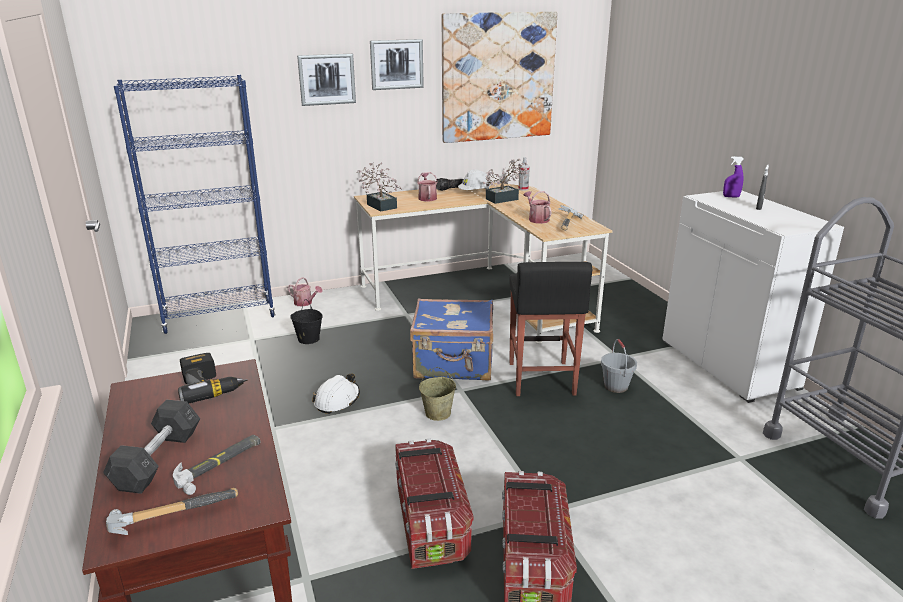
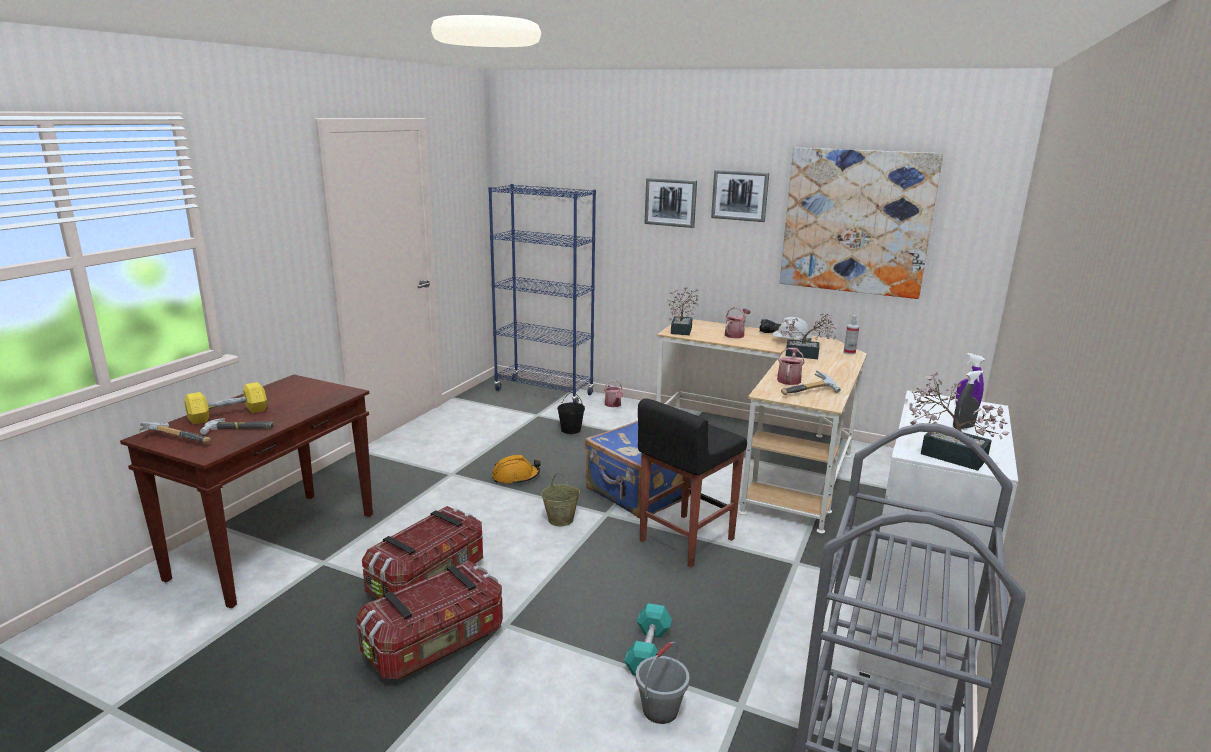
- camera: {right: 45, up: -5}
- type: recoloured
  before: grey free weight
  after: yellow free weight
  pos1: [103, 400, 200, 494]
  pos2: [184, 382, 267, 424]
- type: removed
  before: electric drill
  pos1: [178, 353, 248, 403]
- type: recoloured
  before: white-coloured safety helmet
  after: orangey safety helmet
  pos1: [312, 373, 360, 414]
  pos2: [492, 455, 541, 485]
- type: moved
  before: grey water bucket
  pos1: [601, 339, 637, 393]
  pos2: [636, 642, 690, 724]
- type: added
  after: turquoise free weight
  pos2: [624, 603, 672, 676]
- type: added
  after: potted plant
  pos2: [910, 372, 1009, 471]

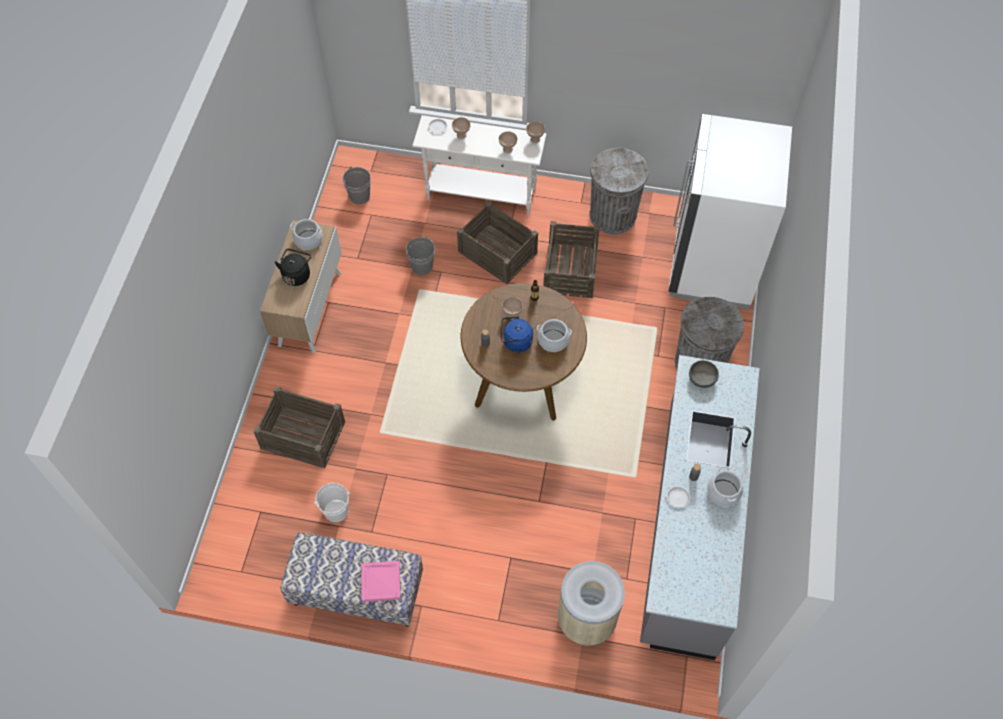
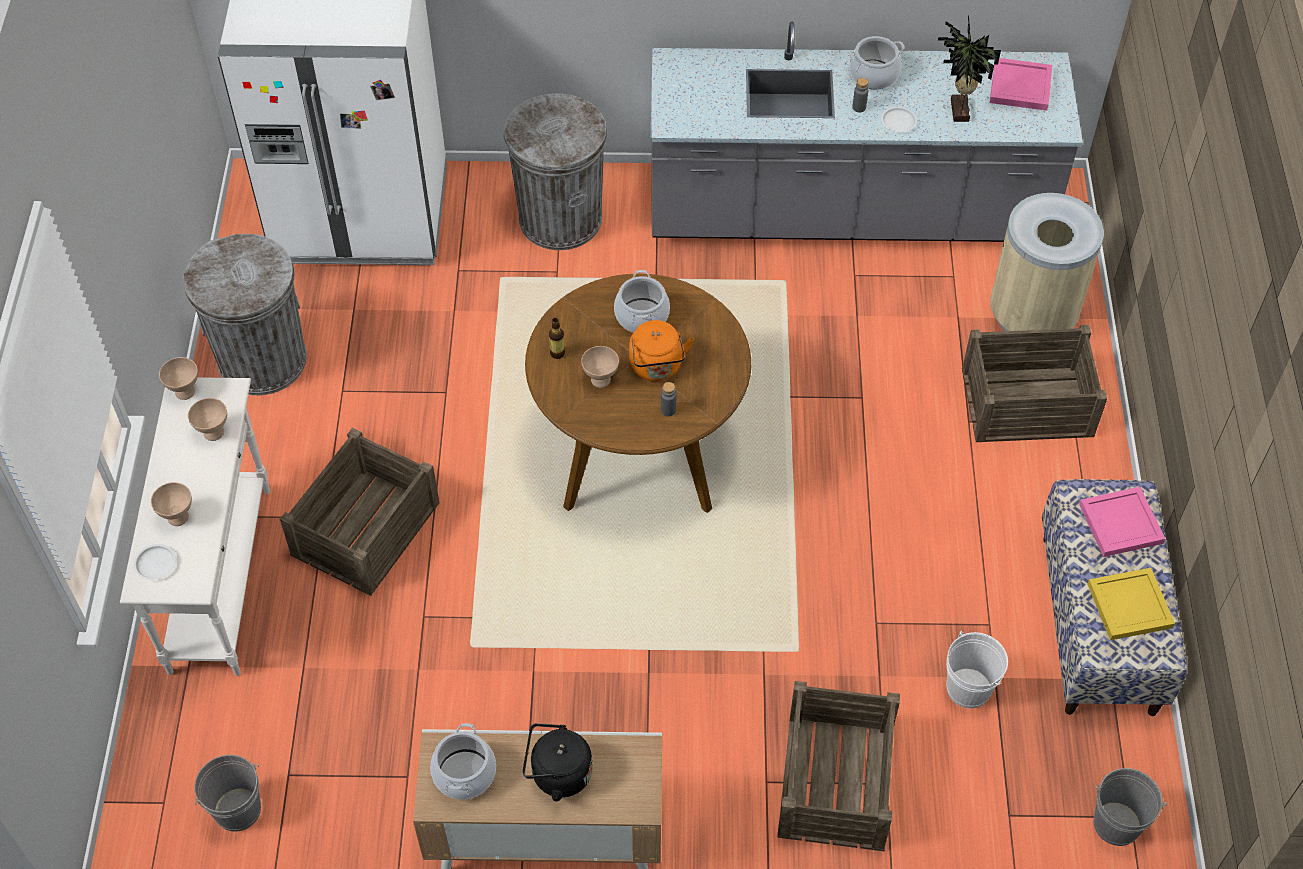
- camera: {right: -100, up: -5}
- type: moved
  before: grey water bucket
  pos1: [406, 237, 435, 275]
  pos2: [1094, 768, 1167, 846]
- type: recoloured
  before: blue kettle
  after: orangey kettle
  pos1: [501, 317, 533, 353]
  pos2: [629, 320, 694, 381]
- type: moved
  before: packing crate
  pos1: [543, 221, 600, 298]
  pos2: [962, 325, 1107, 442]
- type: removed
  before: grey deep dish
  pos1: [689, 360, 719, 388]
- type: added
  after: potted plant
  pos2: [938, 15, 1001, 122]
- type: added
  after: pink tray
  pos2: [990, 58, 1052, 111]
- type: added
  after: yellow tray
  pos2: [1087, 568, 1175, 640]

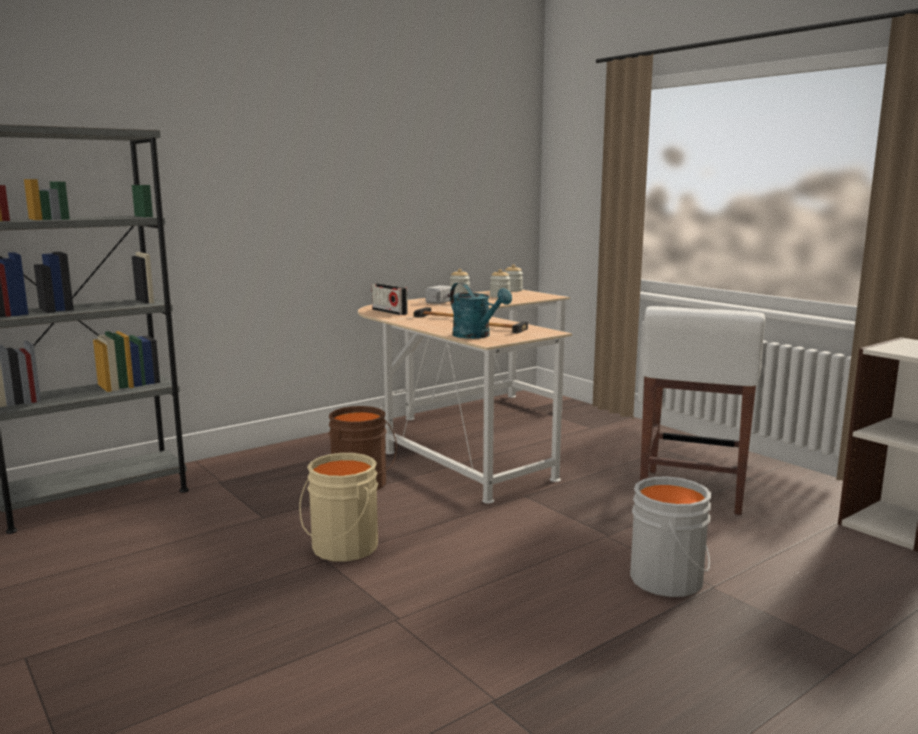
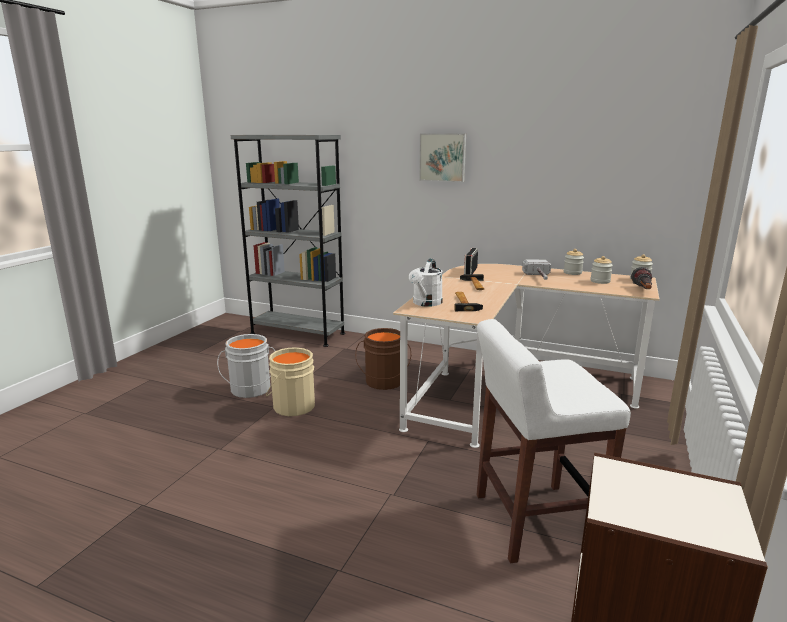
- camera: {right: 60, up: 5}
- type: recoloured
  before: turquoise watering can
  after: white-coloured watering can
  pos1: [450, 282, 512, 339]
  pos2: [409, 259, 443, 306]
- type: moved
  before: grey water bucket
  pos1: [630, 476, 711, 597]
  pos2: [217, 334, 275, 398]
- type: added
  after: wall picture
  pos2: [419, 133, 466, 182]
- type: added
  after: flashlight
  pos2: [631, 267, 652, 289]

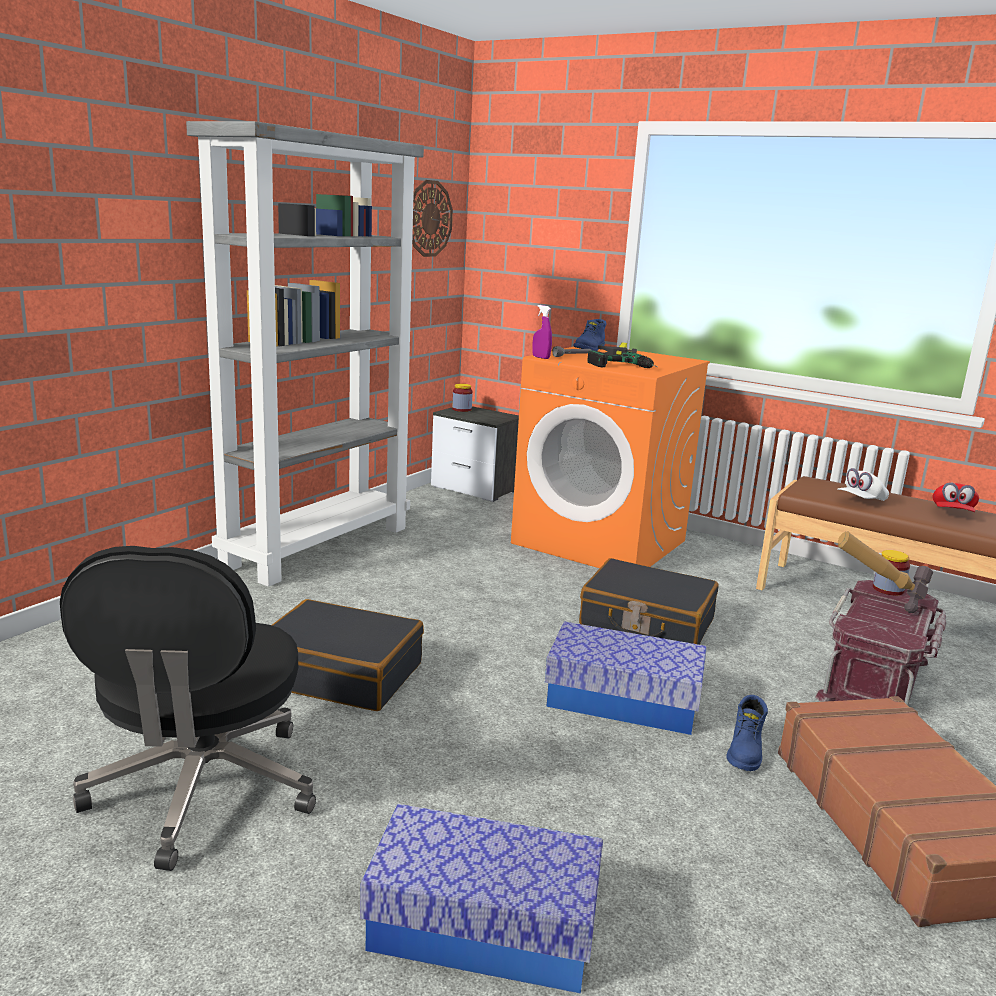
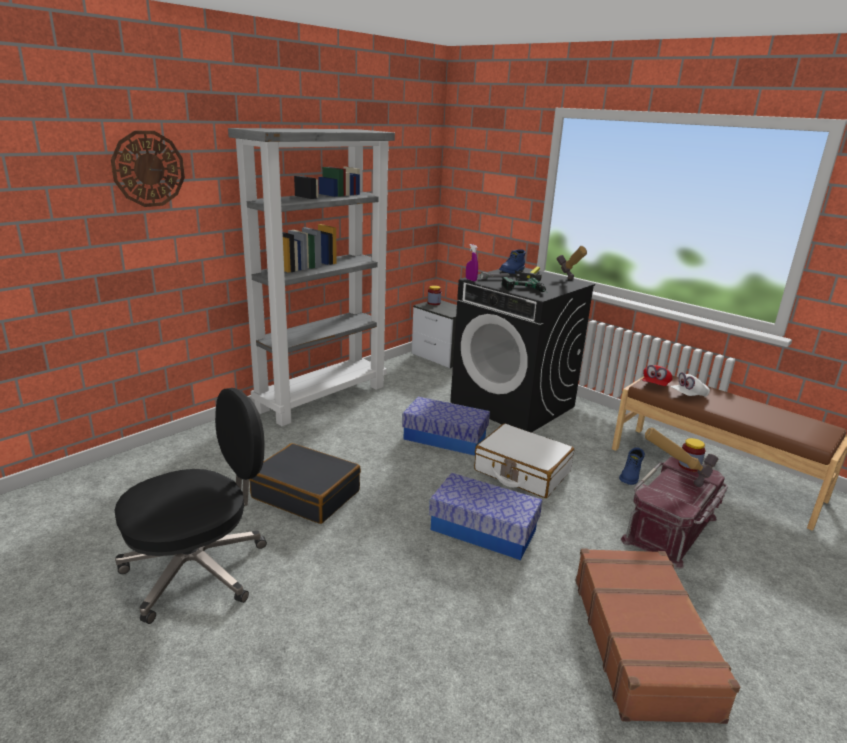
- camera: {right: 10, up: 5}
- type: turned
  before: black computer chair
  pos1: [60, 546, 316, 871]
  pos2: [115, 388, 267, 624]
  turn: -135
- type: moved
  before: storage container
  pos1: [360, 804, 603, 994]
  pos2: [402, 397, 490, 456]
- type: moved
  before: clock on the wall
  pos1: [412, 180, 453, 257]
  pos2: [111, 131, 185, 207]
- type: recoloured
  before: orangey laundry appliance
  after: black laundry appliance
  pos1: [511, 347, 710, 568]
  pos2: [450, 268, 595, 433]
- type: recoloured
  before: black travel case
  after: white-coloured travel case
  pos1: [579, 558, 719, 645]
  pos2: [474, 424, 574, 498]
- type: moved
  before: blue boot
  pos1: [726, 695, 768, 771]
  pos2: [619, 447, 645, 485]
- type: moved
  before: red-coloured cap
  pos1: [932, 482, 979, 512]
  pos2: [642, 365, 673, 386]
- type: added
  after: hammer
  pos2: [557, 246, 587, 280]

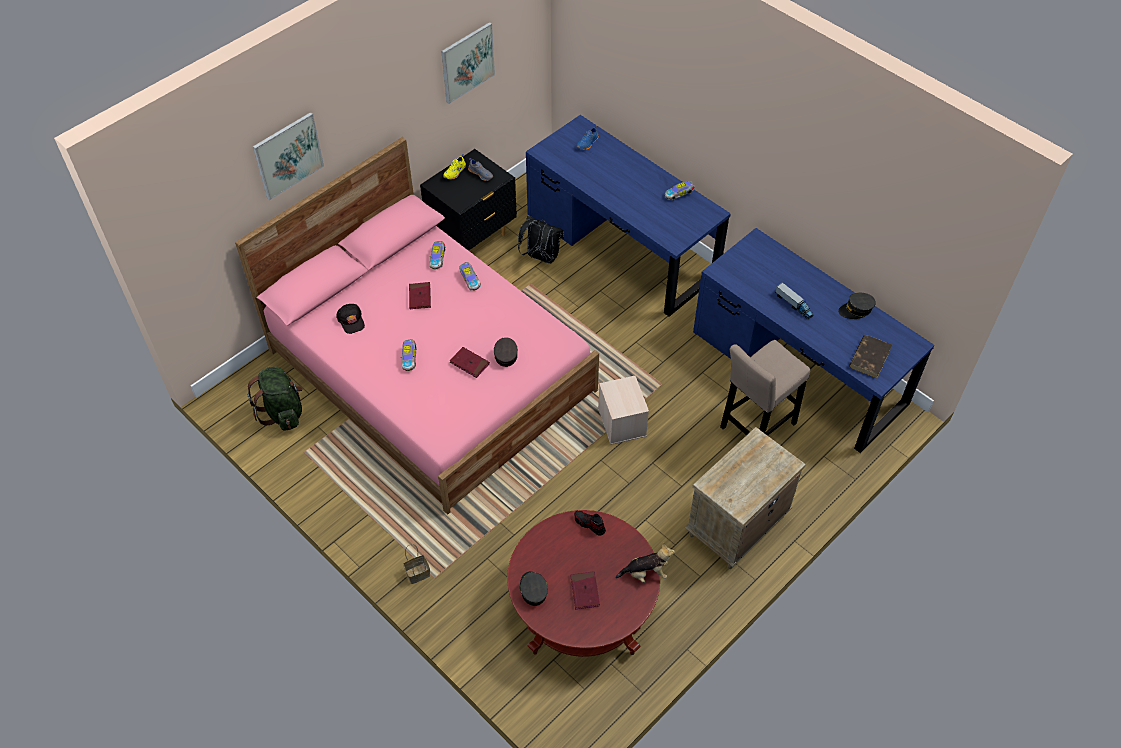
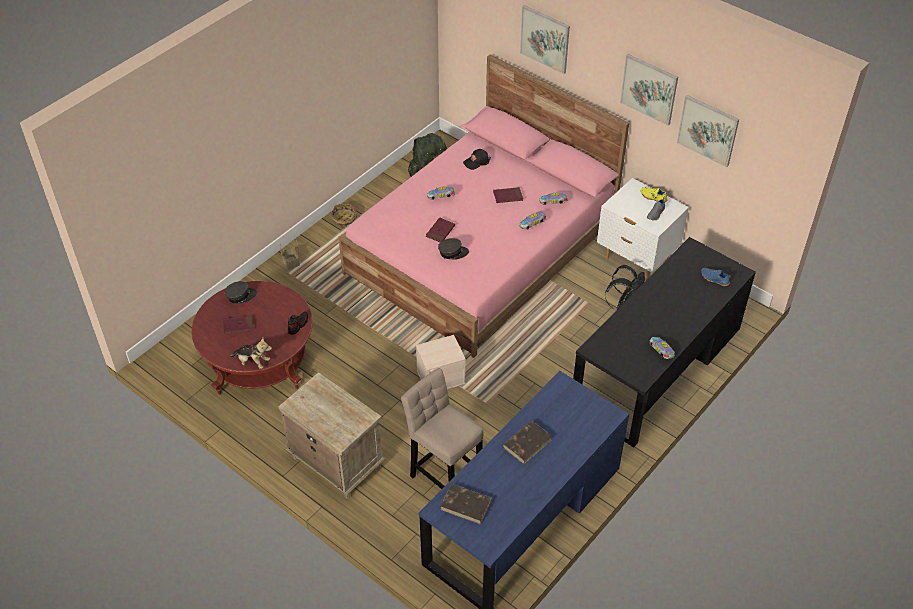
- camera: {right: 85, up: -5}
- type: recoloured
  before: black night table
  after: white-coloured night table
  pos1: [420, 149, 517, 251]
  pos2: [597, 178, 689, 281]
- type: recoloured
  before: blue desk unit
  after: black desk unit
  pos1: [526, 115, 731, 317]
  pos2: [573, 237, 756, 447]
- type: turned
  before: cuddly toy
  pos1: [615, 543, 675, 583]
  pos2: [229, 338, 272, 369]
  turn: -60
- type: replaced
  before: model truck
  after: brown-coloured bound book
  pos1: [775, 282, 814, 319]
  pos2: [502, 421, 552, 464]
- type: removed
  before: grey cap
  pos1: [838, 293, 876, 319]
- type: added
  after: household basket
  pos2: [331, 203, 357, 228]
- type: added
  after: wall picture
  pos2: [620, 54, 678, 126]

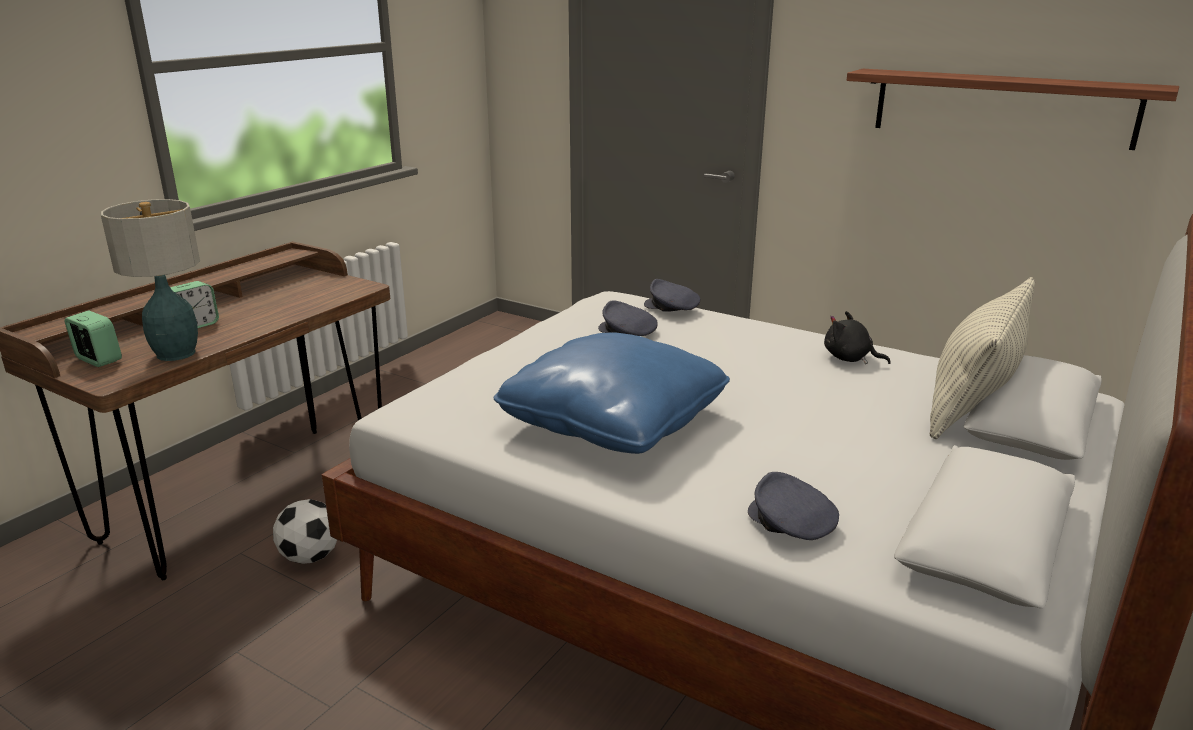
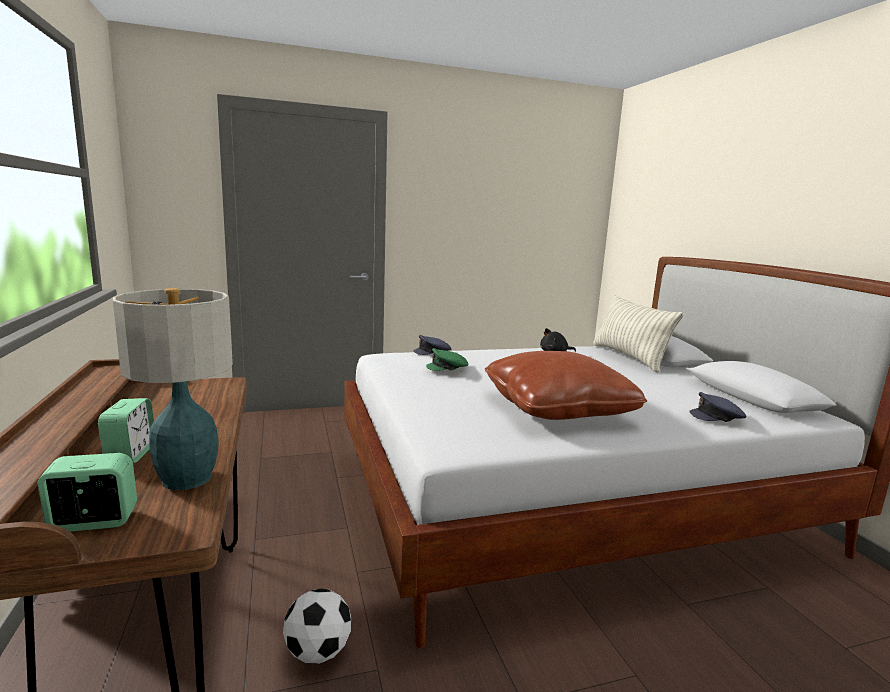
- camera: {right: -50, up: -10}
- type: recoloured
  before: blue cushion
  after: brown-coloured cushion
  pos1: [494, 333, 730, 454]
  pos2: [485, 351, 647, 420]
- type: recoloured
  before: grey cap
  after: greenish cap
  pos1: [598, 300, 658, 336]
  pos2: [426, 348, 468, 371]
- type: removed
  before: wall shelf
  pos1: [847, 69, 1179, 150]

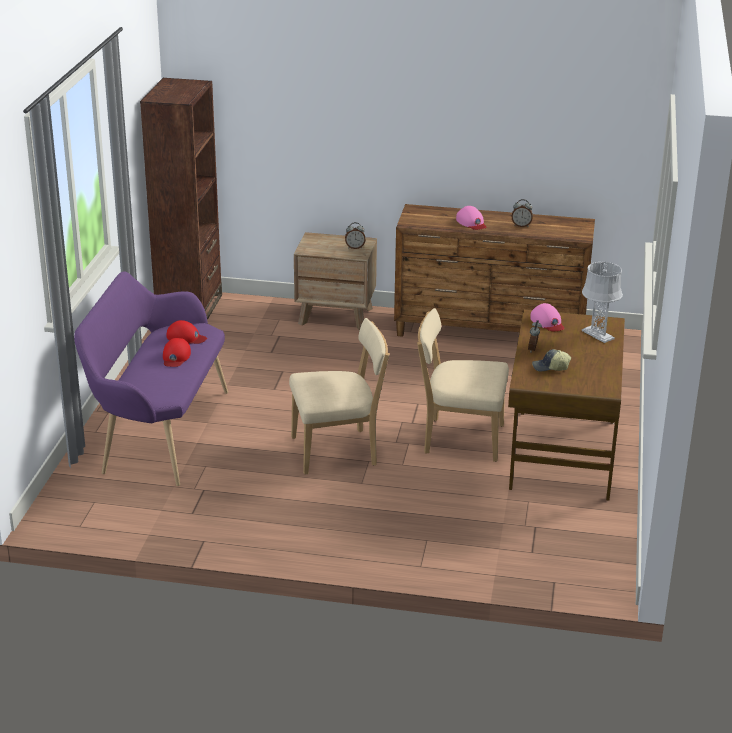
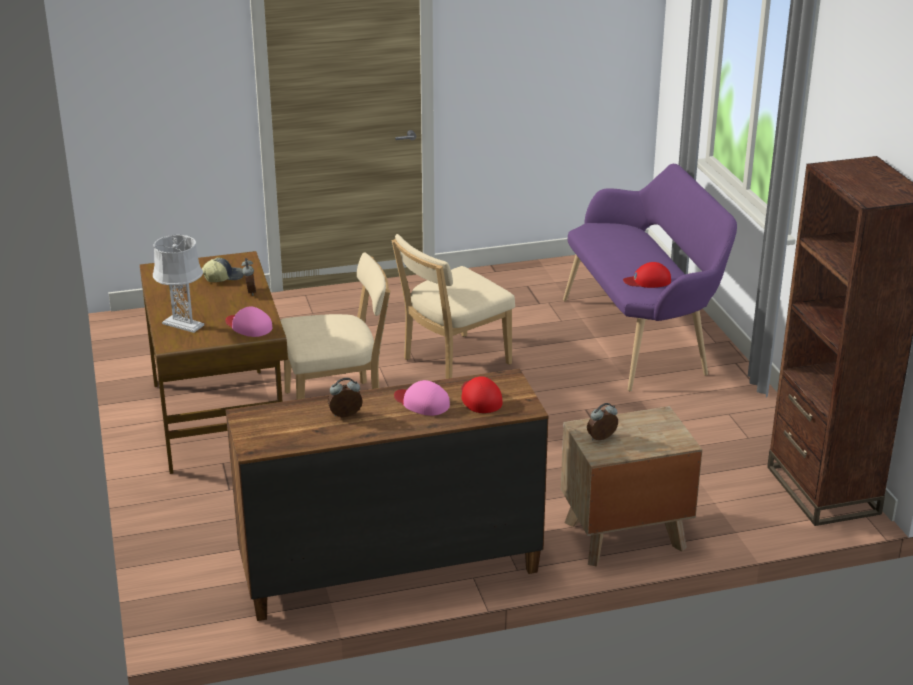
- camera: {right: 155, up: 0}
- type: moved
  before: red-coloured cap
  pos1: [163, 338, 191, 367]
  pos2: [461, 376, 502, 413]

